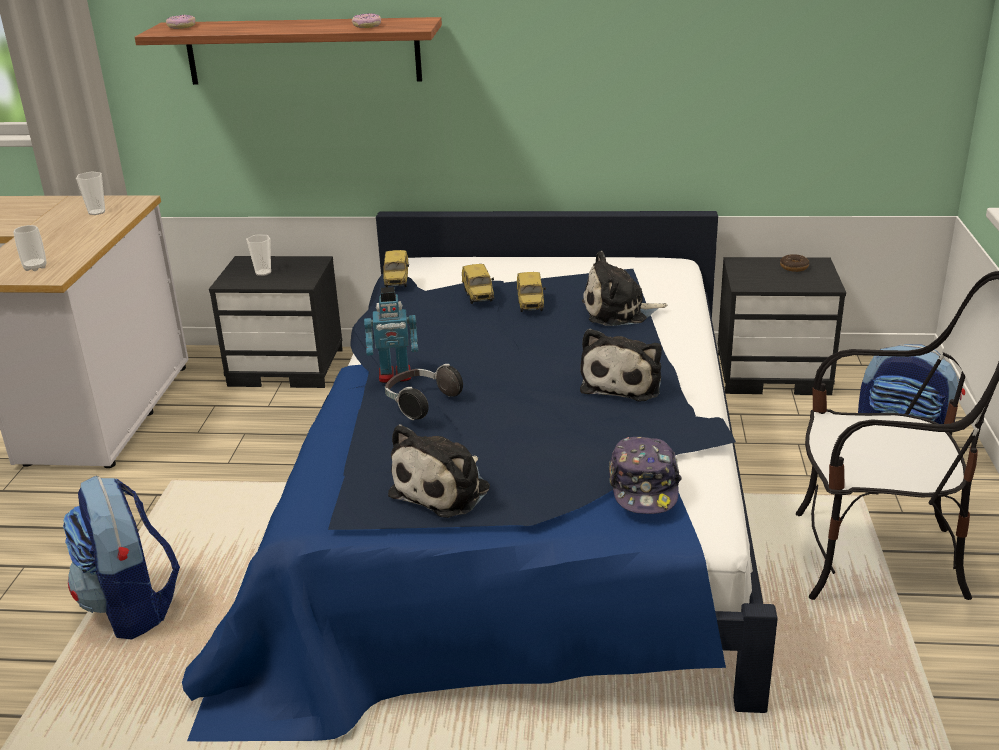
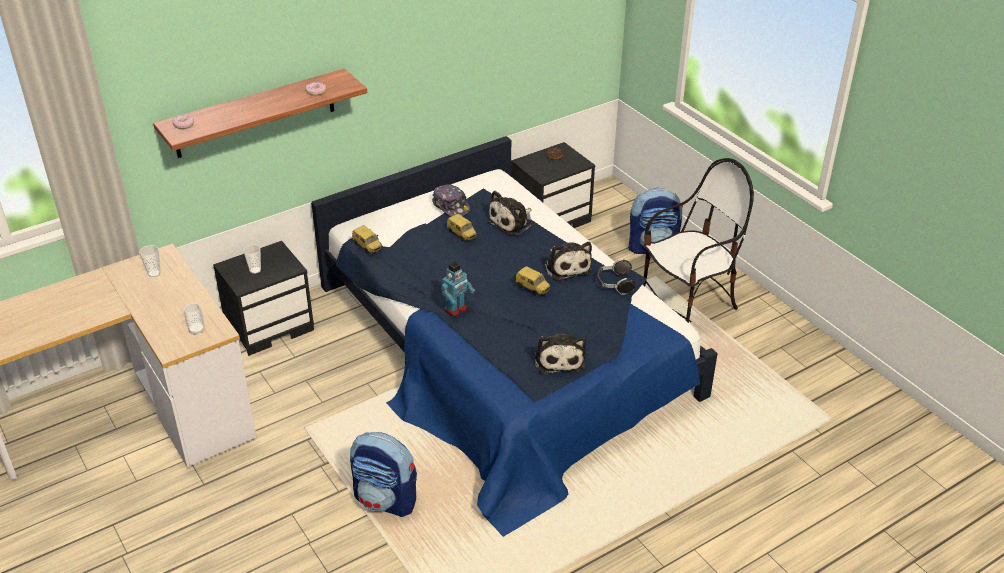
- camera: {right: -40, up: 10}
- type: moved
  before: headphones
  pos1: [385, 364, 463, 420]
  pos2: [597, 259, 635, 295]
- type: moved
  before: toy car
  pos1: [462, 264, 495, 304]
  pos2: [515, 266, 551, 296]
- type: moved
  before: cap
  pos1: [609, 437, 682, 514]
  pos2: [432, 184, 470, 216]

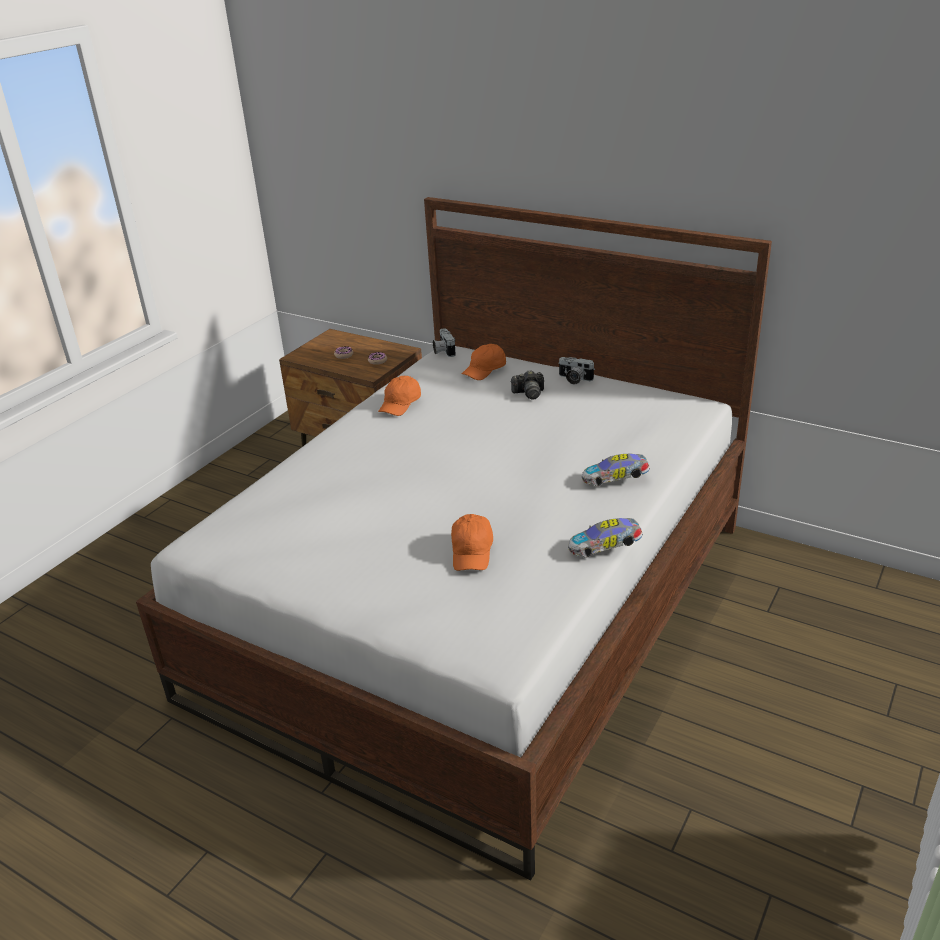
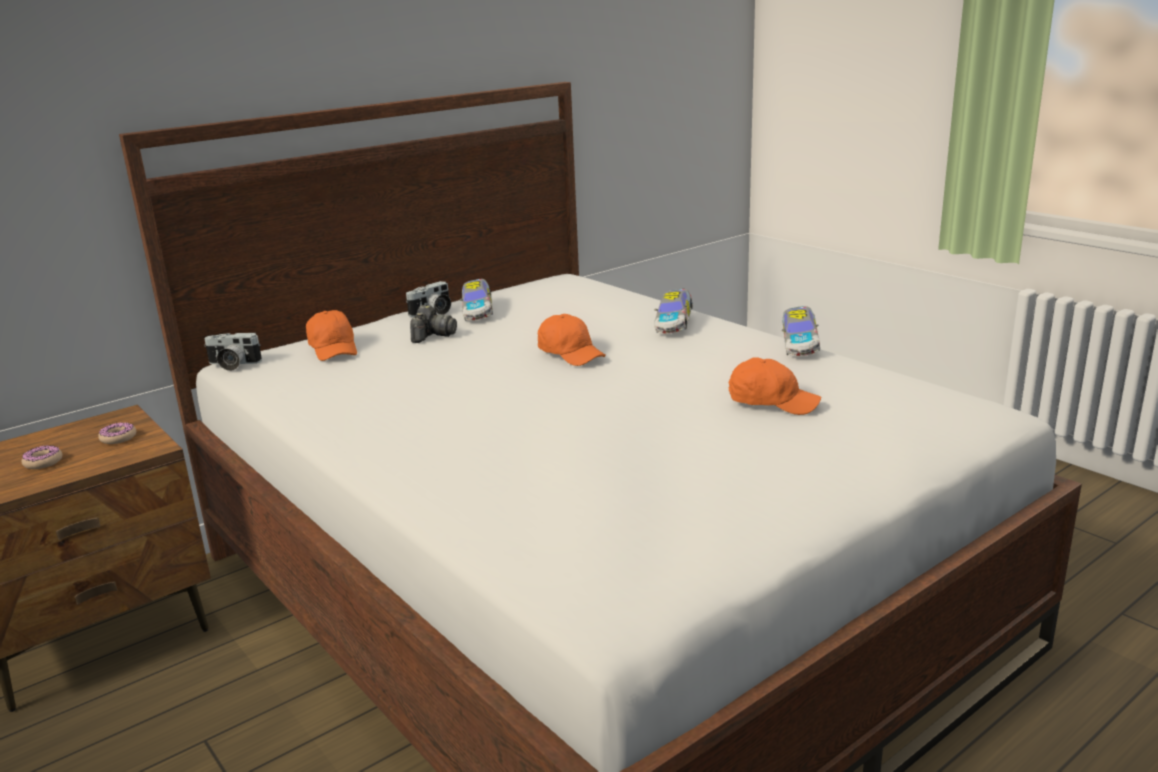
- camera: {right: -70, up: -10}
- type: moved
  before: orangey cap
  pos1: [378, 376, 421, 416]
  pos2: [538, 314, 606, 366]
- type: added
  after: toy car
  pos2: [460, 279, 493, 321]

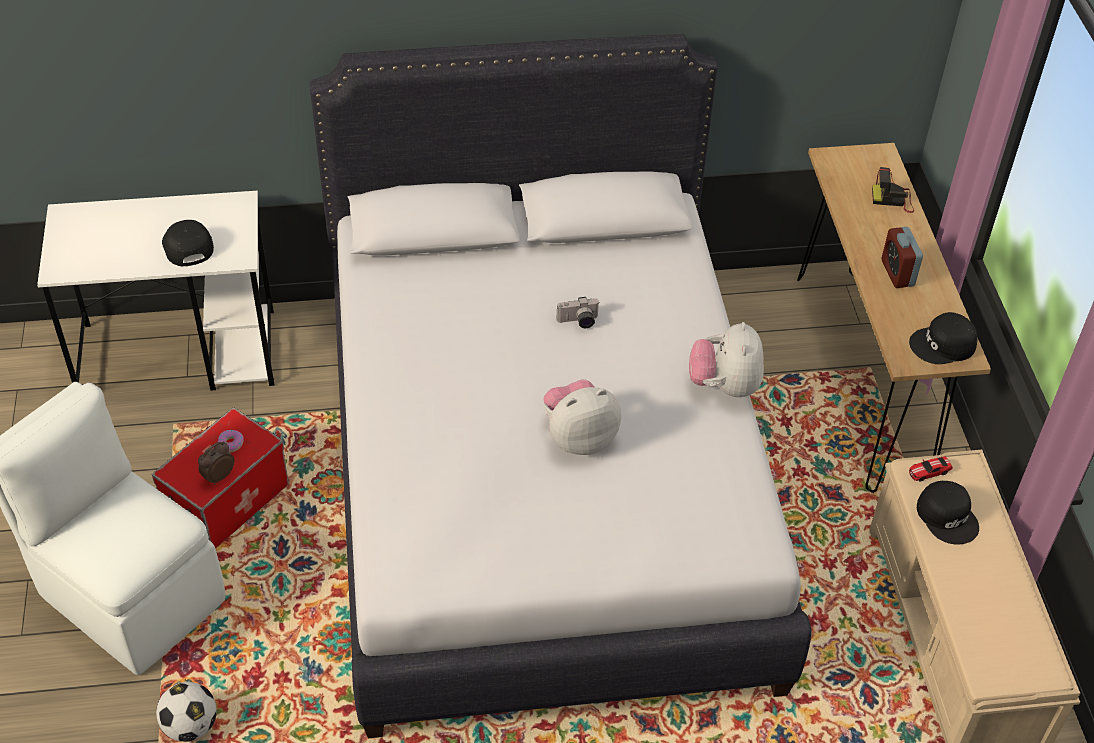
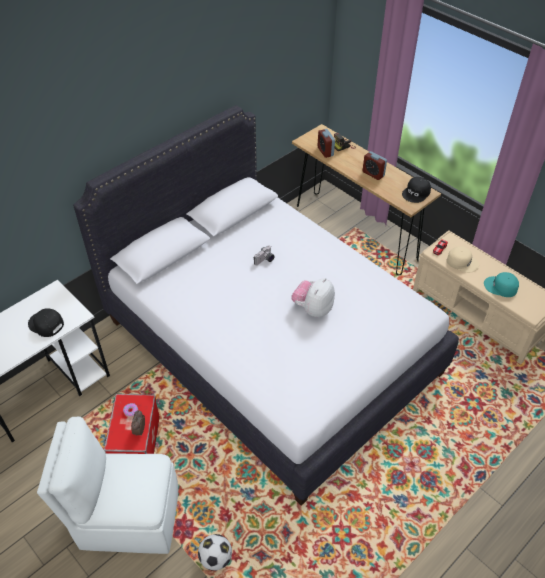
- camera: {right: -35, up: 0}
- type: removed
  before: cuddly toy
  pos1: [689, 322, 764, 397]
- type: recoloured
  before: black cap
  after: beige cap
  pos1: [917, 481, 979, 545]
  pos2: [447, 246, 479, 273]
- type: added
  after: alarm clock
  pos2: [318, 129, 335, 158]
- type: added
  after: turquoise cap
  pos2: [484, 272, 519, 297]

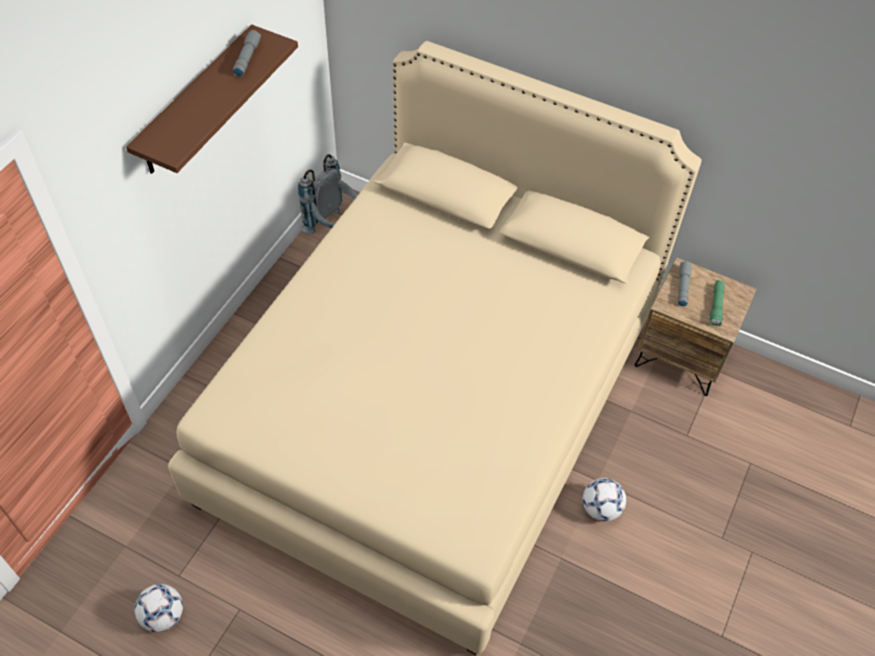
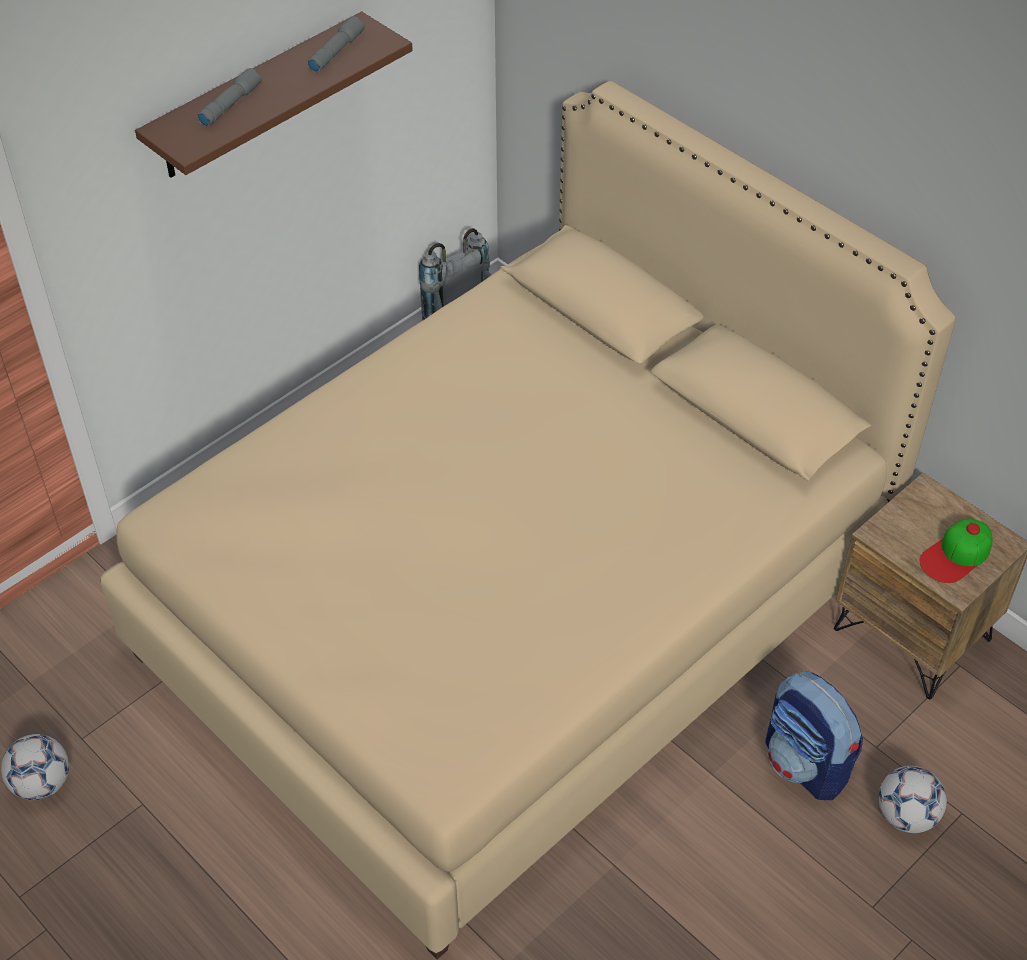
- camera: {right: 20, up: -5}
- type: moved
  before: ball for football
  pos1: [583, 478, 626, 522]
  pos2: [878, 766, 947, 833]
- type: moved
  before: grey flashlight
  pos1: [678, 261, 692, 307]
  pos2: [198, 68, 262, 126]
- type: replaced
  before: greenish flashlight
  after: cap
  pos1: [710, 280, 725, 326]
  pos2: [920, 519, 993, 583]
- type: added
  after: backpack
  pos2: [765, 671, 863, 800]

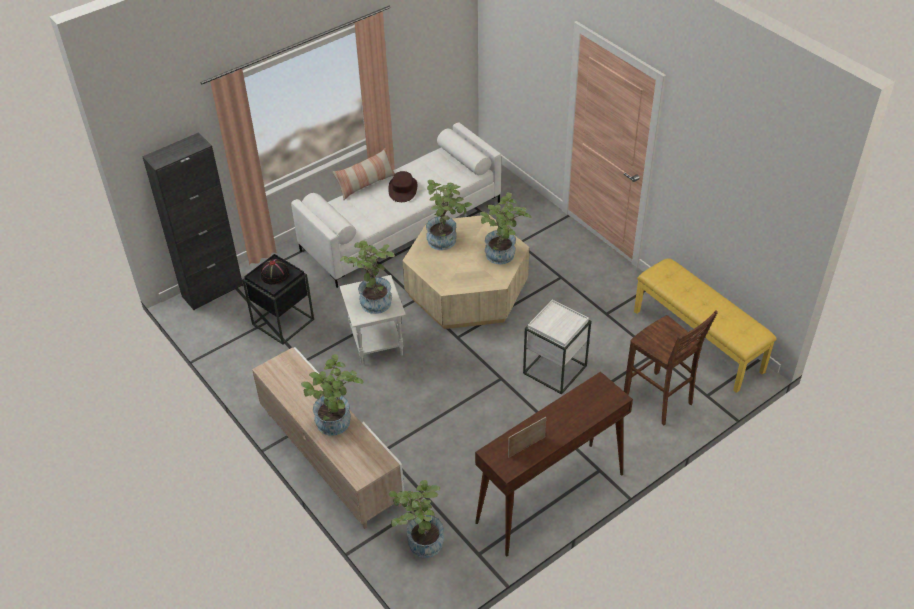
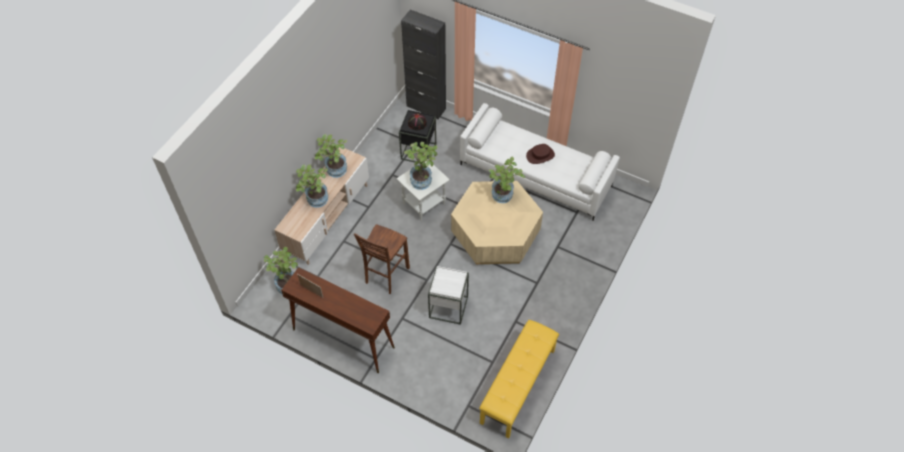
- camera: {right: 65, up: 10}
- type: removed
  before: cushion
  pos1: [333, 148, 395, 200]
- type: moved
  before: potted plant
  pos1: [479, 192, 531, 264]
  pos2: [314, 134, 347, 178]
- type: moved
  before: brown-coloured stool seat
  pos1: [624, 310, 718, 426]
  pos2: [354, 224, 410, 294]

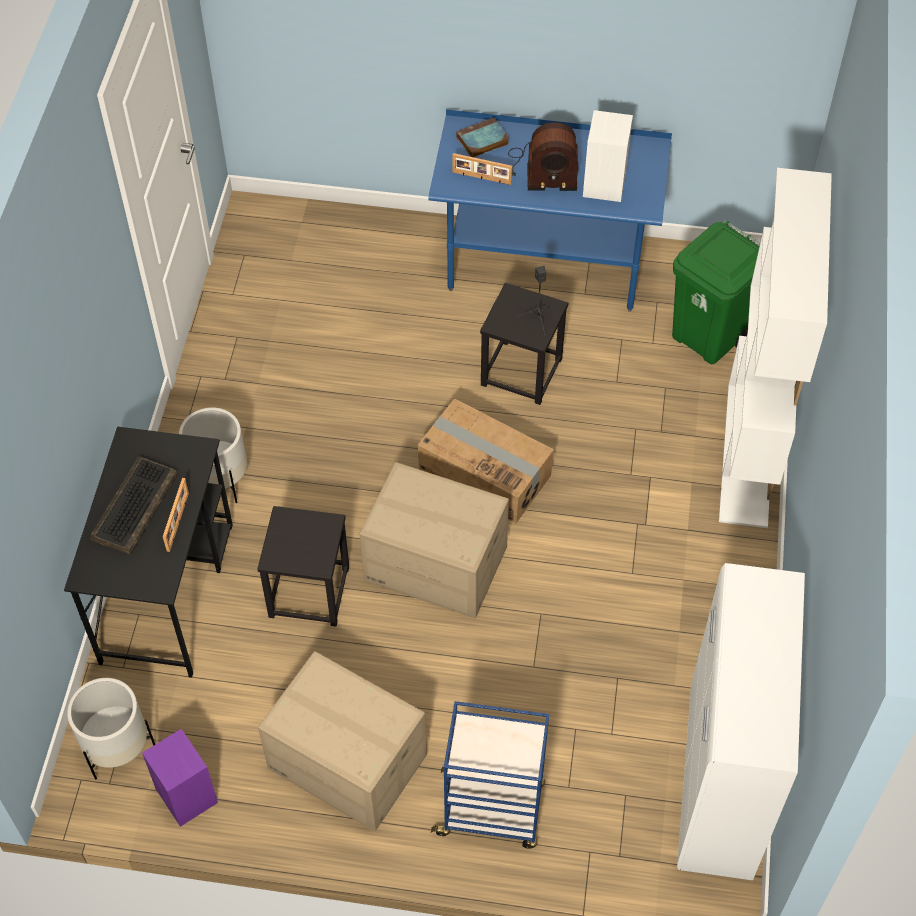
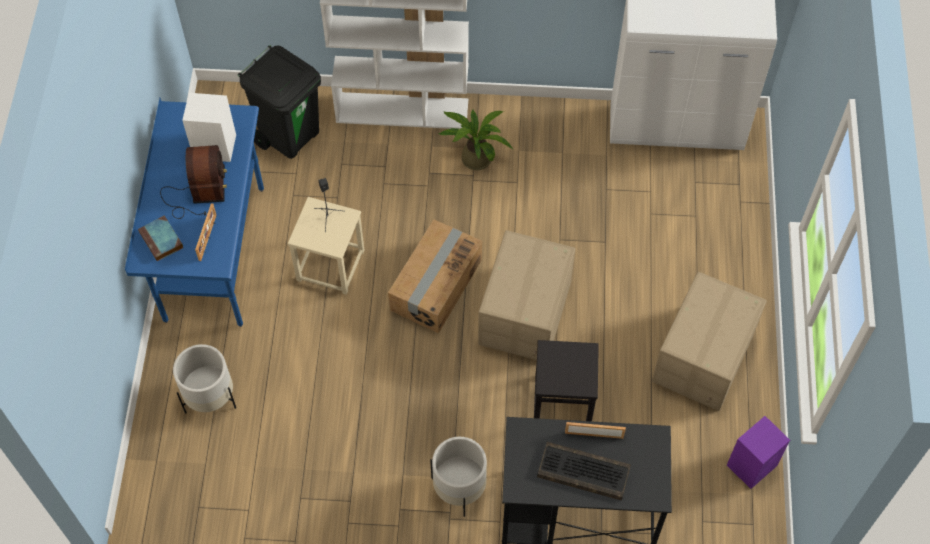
- camera: {right: -95, up: 5}
- type: moved
  before: white-coloured plant pot
  pos1: [67, 678, 155, 779]
  pos2: [173, 344, 236, 414]
- type: removed
  before: blue cart
  pos1: [431, 701, 549, 849]
- type: recoloured
  before: black stool seat
  after: beige stool seat
  pos1: [480, 283, 568, 405]
  pos2: [287, 197, 365, 295]
- type: recoloured
  before: greenish rubbish bin
  after: black rubbish bin
  pos1: [672, 221, 760, 364]
  pos2: [238, 45, 321, 159]
- type: added
  after: potted plant
  pos2: [439, 110, 513, 170]

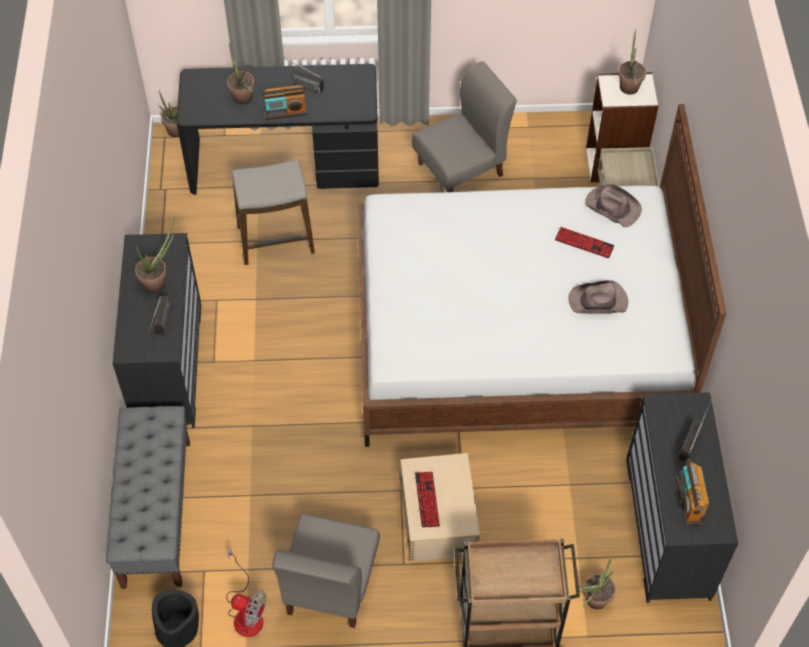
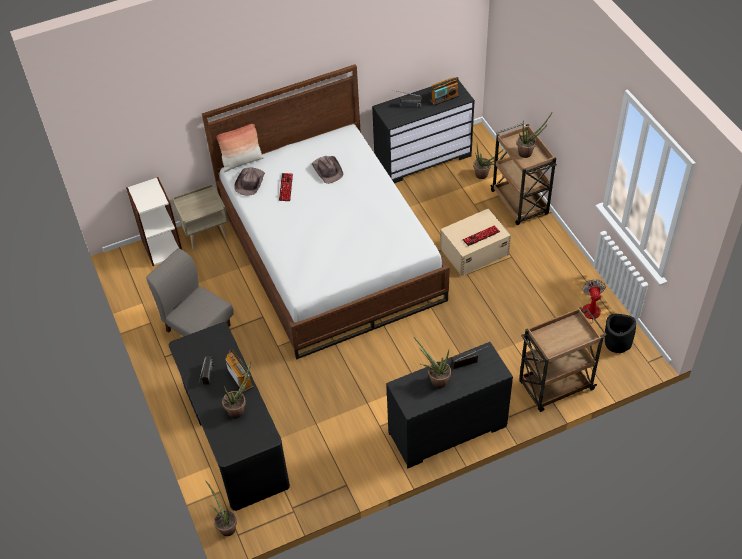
- camera: {right: -110, up: -5}
- type: replaced
  before: grey indoor bench
  after: brown-coloured cart
  pos1: [106, 406, 190, 589]
  pos2: [519, 307, 607, 412]
- type: removed
  before: stool seat
  pos1: [232, 160, 315, 265]
- type: removed
  before: grey upright chair
  pos1: [272, 514, 380, 628]
- type: moved
  before: potted plant
  pos1: [618, 30, 646, 95]
  pos2: [517, 113, 552, 158]
- type: added
  after: cushion
  pos2: [217, 124, 264, 172]

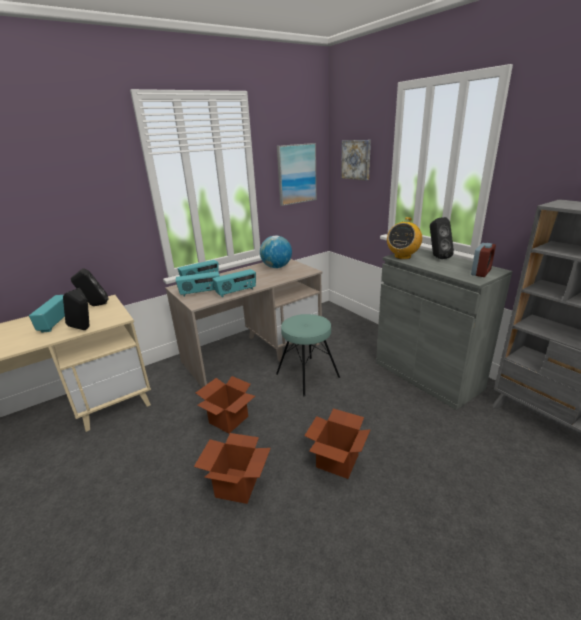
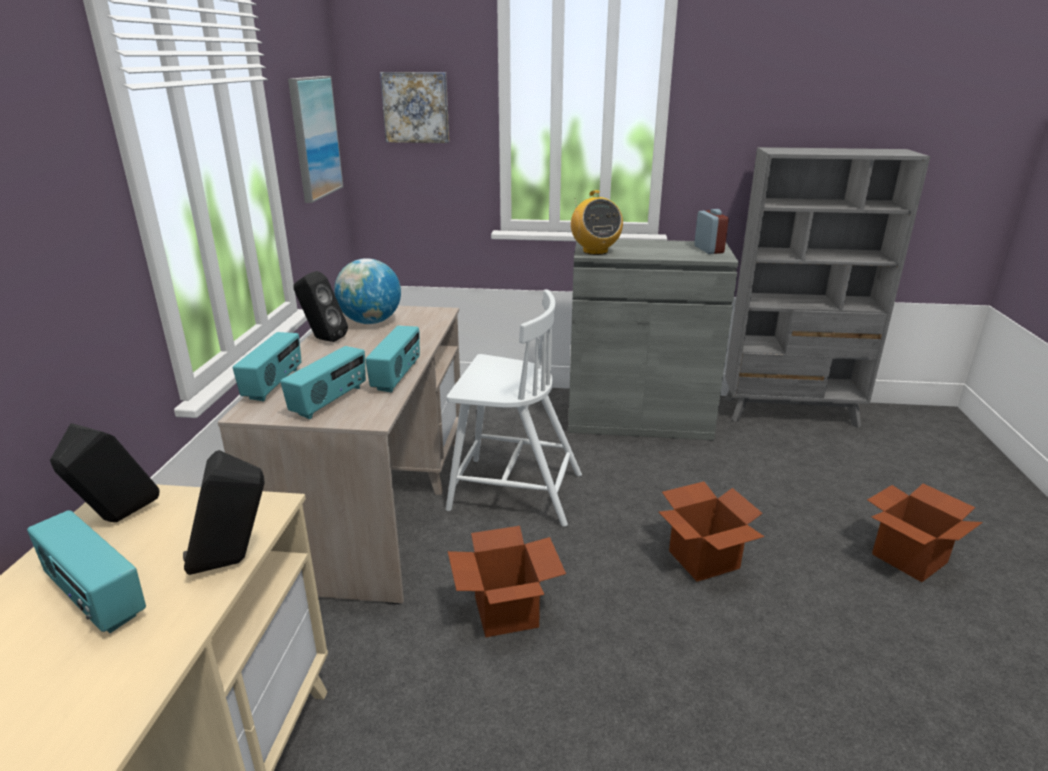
- camera: {right: -50, up: 0}
- type: moved
  before: cardboard box
  pos1: [194, 433, 271, 504]
  pos2: [867, 484, 983, 582]
- type: replaced
  before: turquoise stool seat
  after: white-coloured upright chair
  pos1: [276, 314, 340, 397]
  pos2: [446, 290, 582, 527]
- type: moved
  before: black speaker
  pos1: [430, 217, 454, 259]
  pos2: [293, 271, 348, 342]

